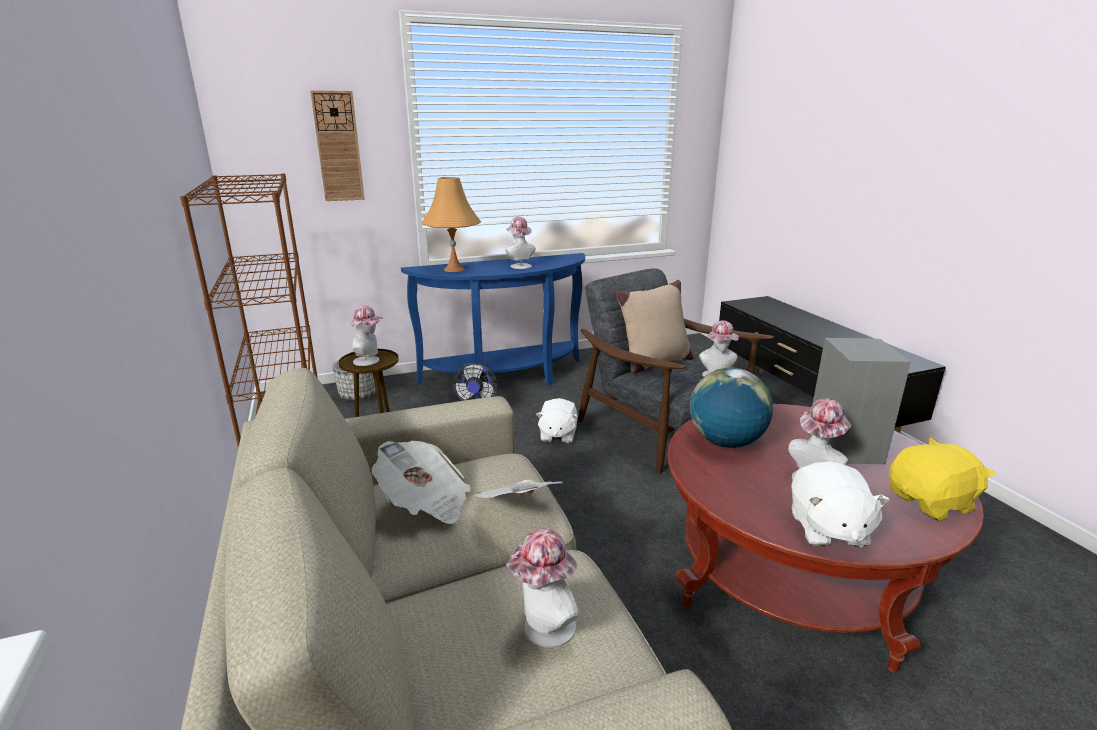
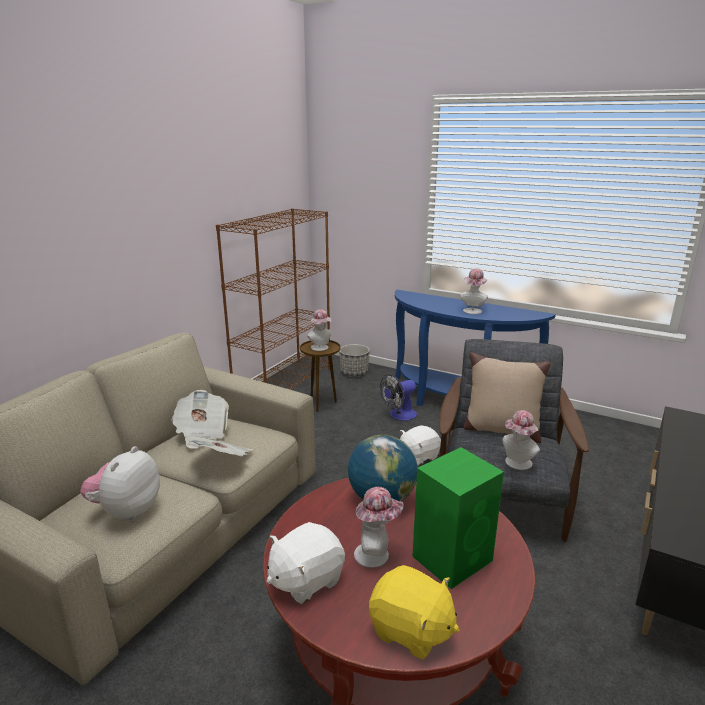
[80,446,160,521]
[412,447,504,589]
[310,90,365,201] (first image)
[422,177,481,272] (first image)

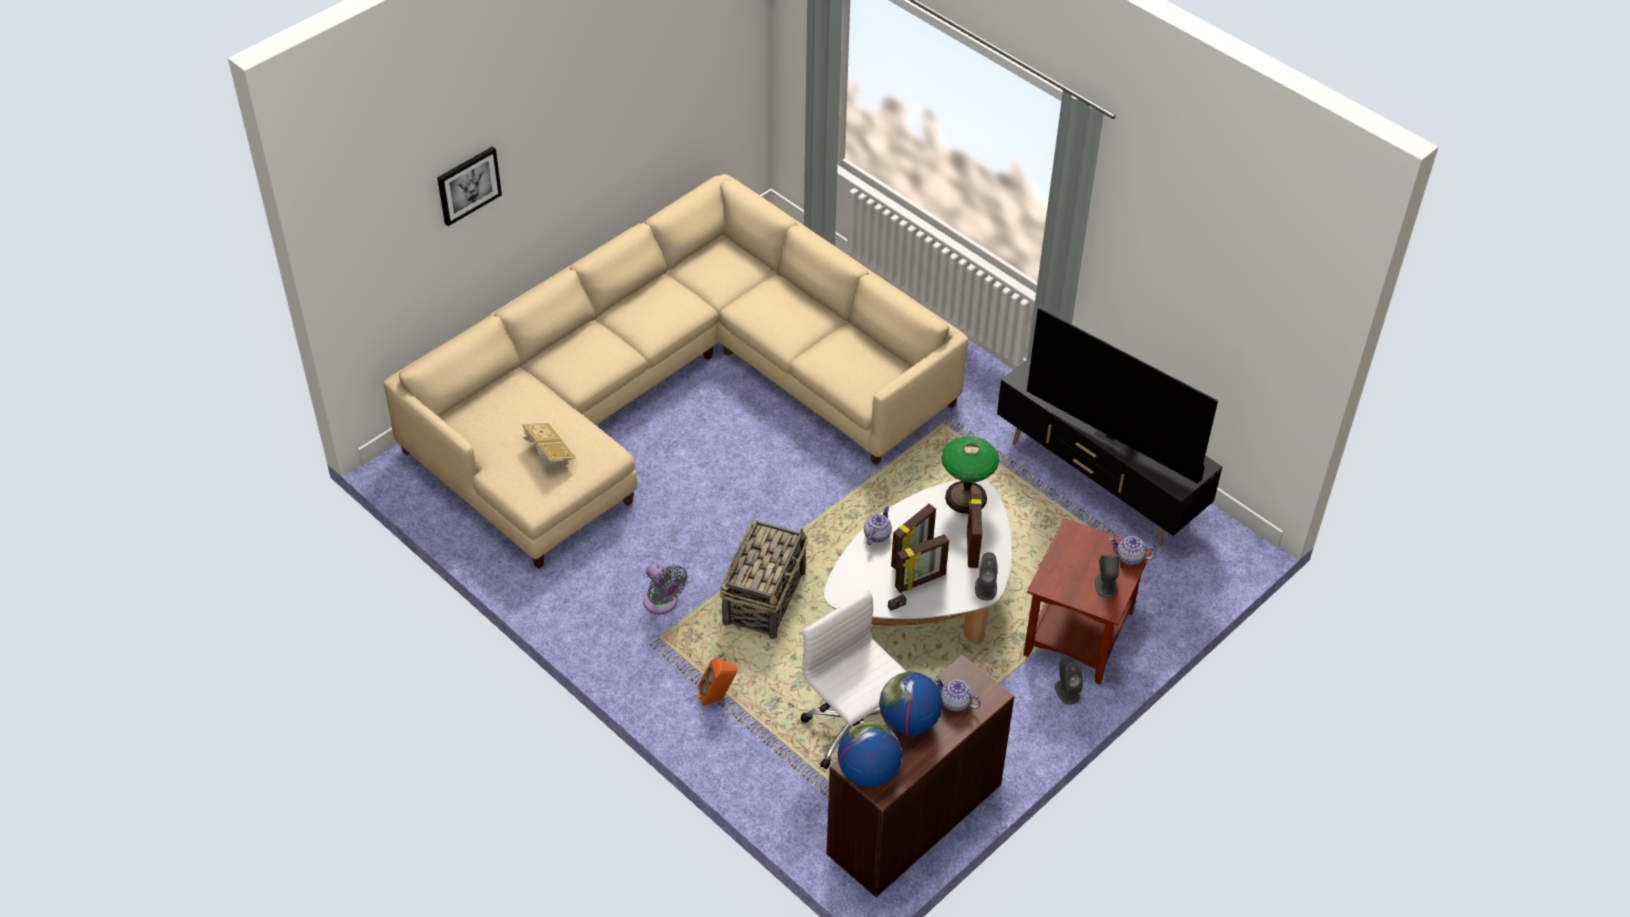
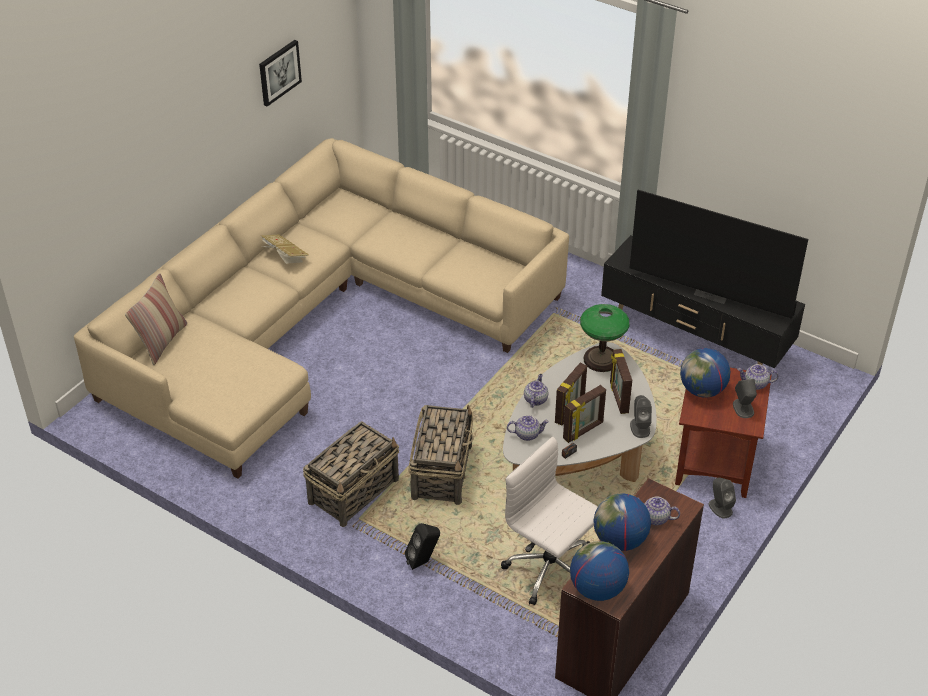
[125,273,187,365]
[259,40,302,107]
[261,235,309,264]
[303,421,399,527]
[405,523,440,570]
[507,415,549,441]
[680,348,730,398]

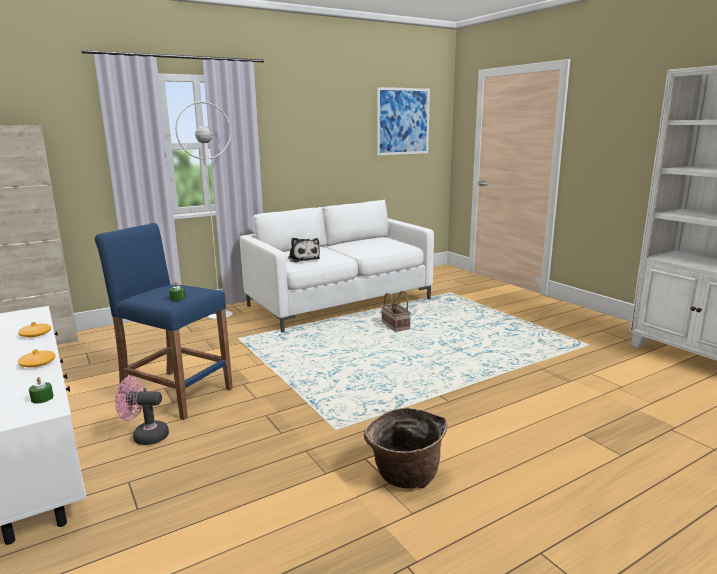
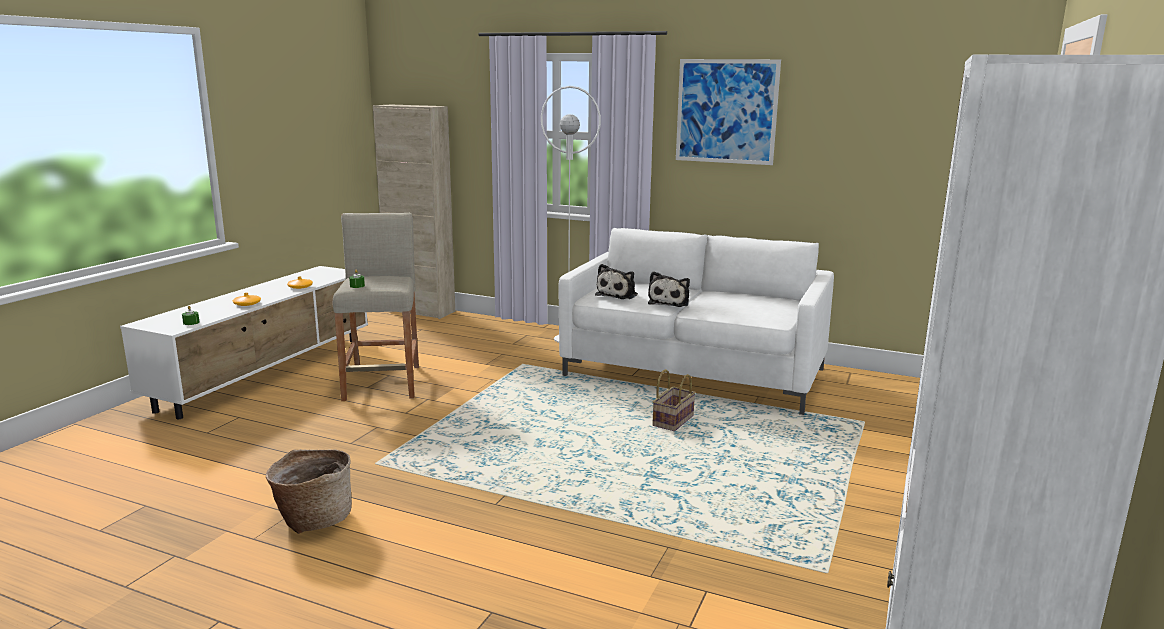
[333,213,419,401]
[648,271,690,307]
[676,59,781,165]
[115,376,169,445] (first image)

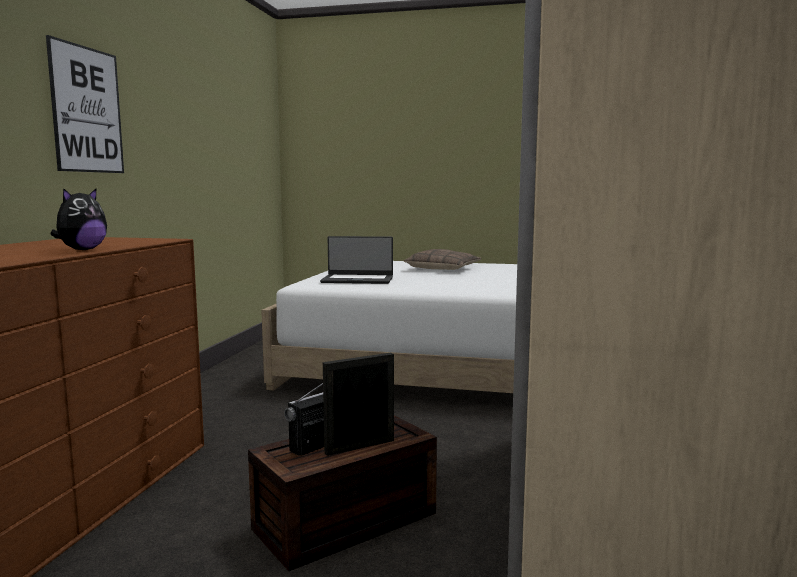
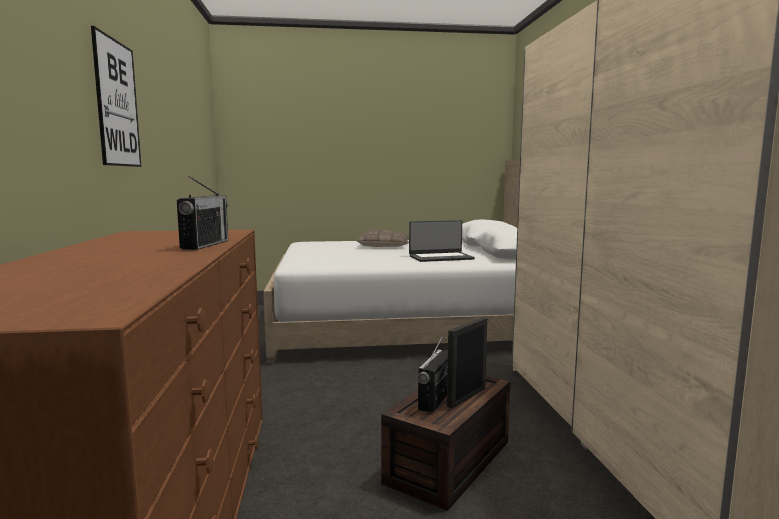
[177,176,228,250]
[409,220,475,262]

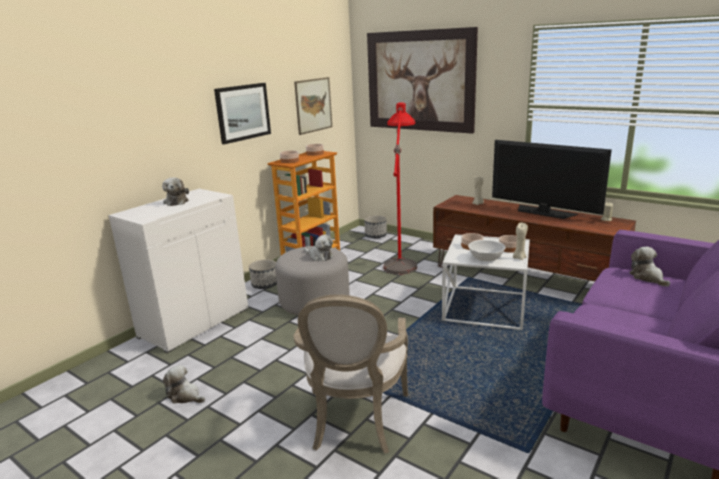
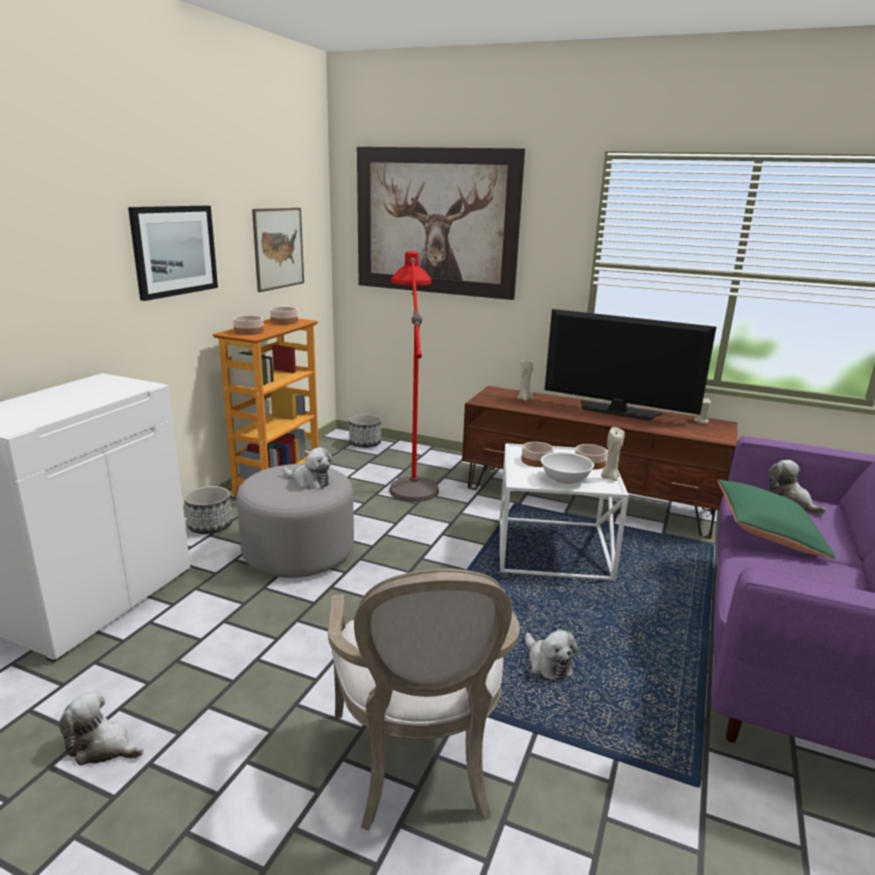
[525,630,578,681]
[718,480,836,559]

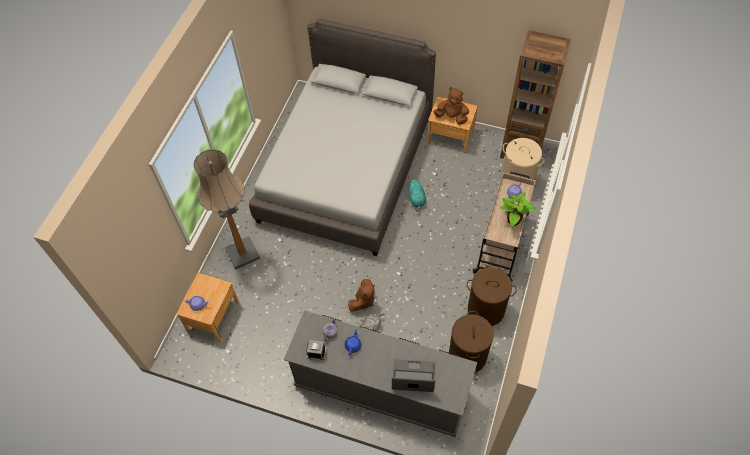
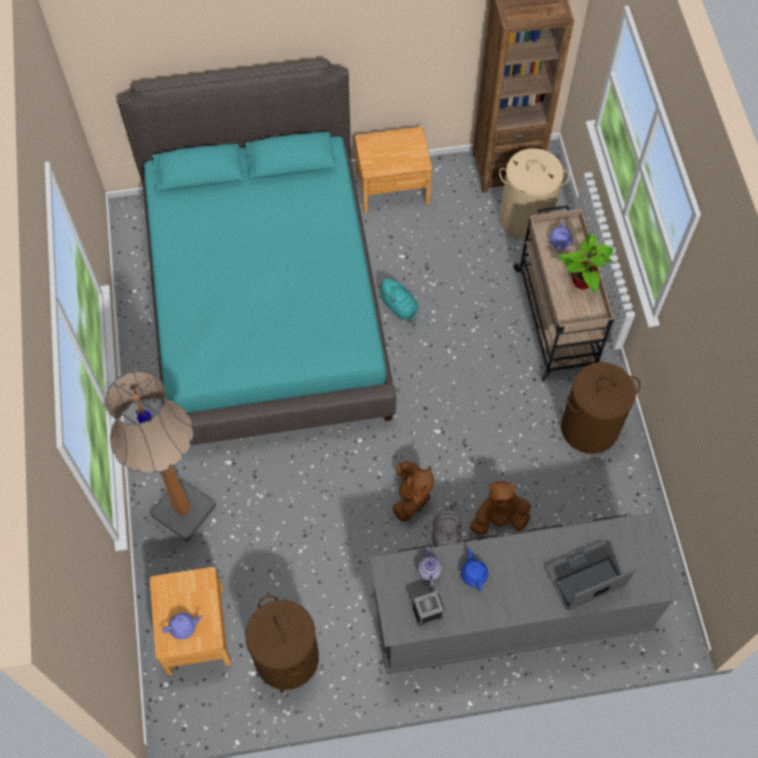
[117,58,396,445]
[245,595,319,690]
[470,481,531,535]

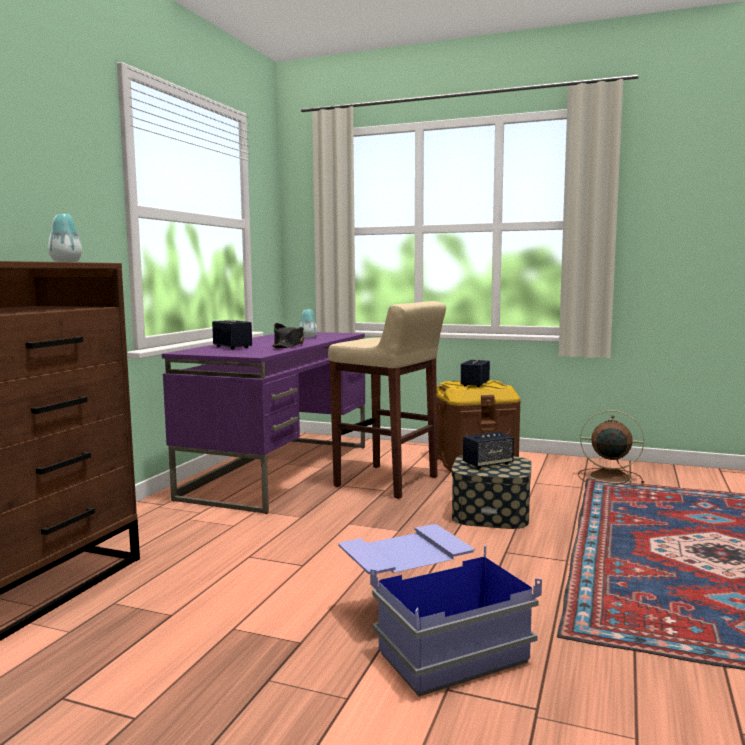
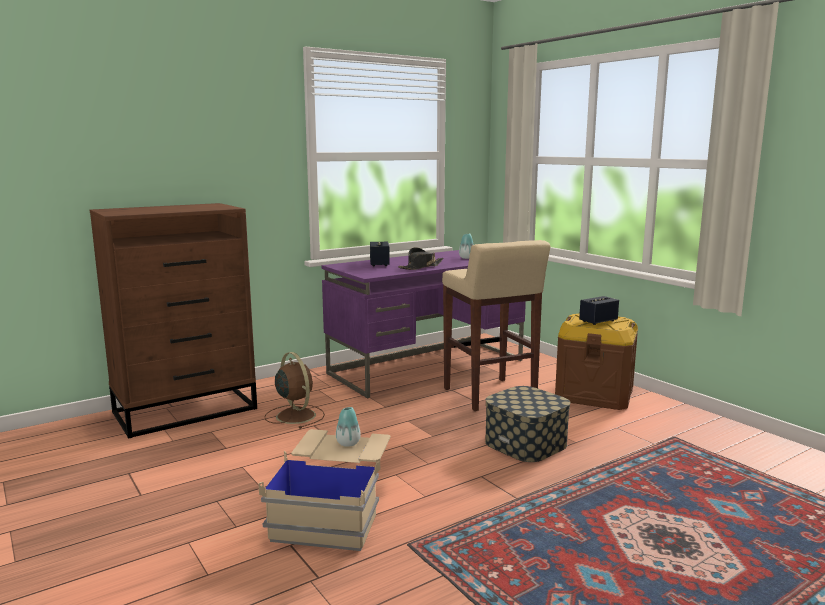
[258,429,391,551]
[265,352,325,429]
[336,407,361,447]
[463,432,514,469] (first image)

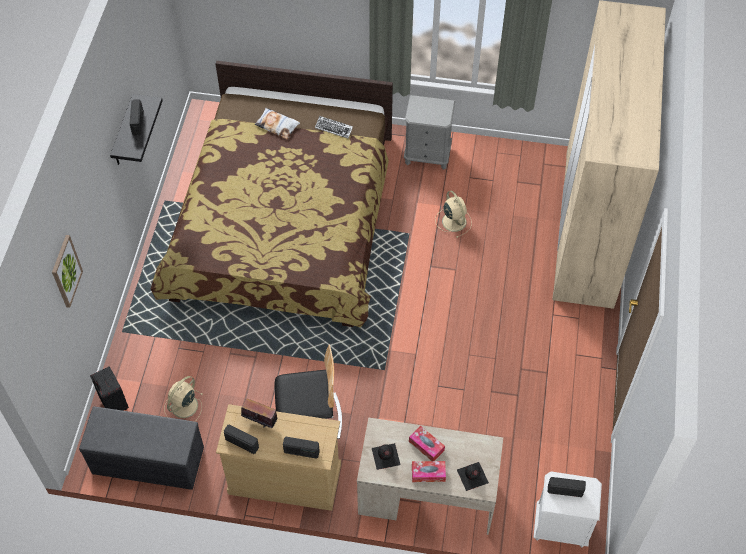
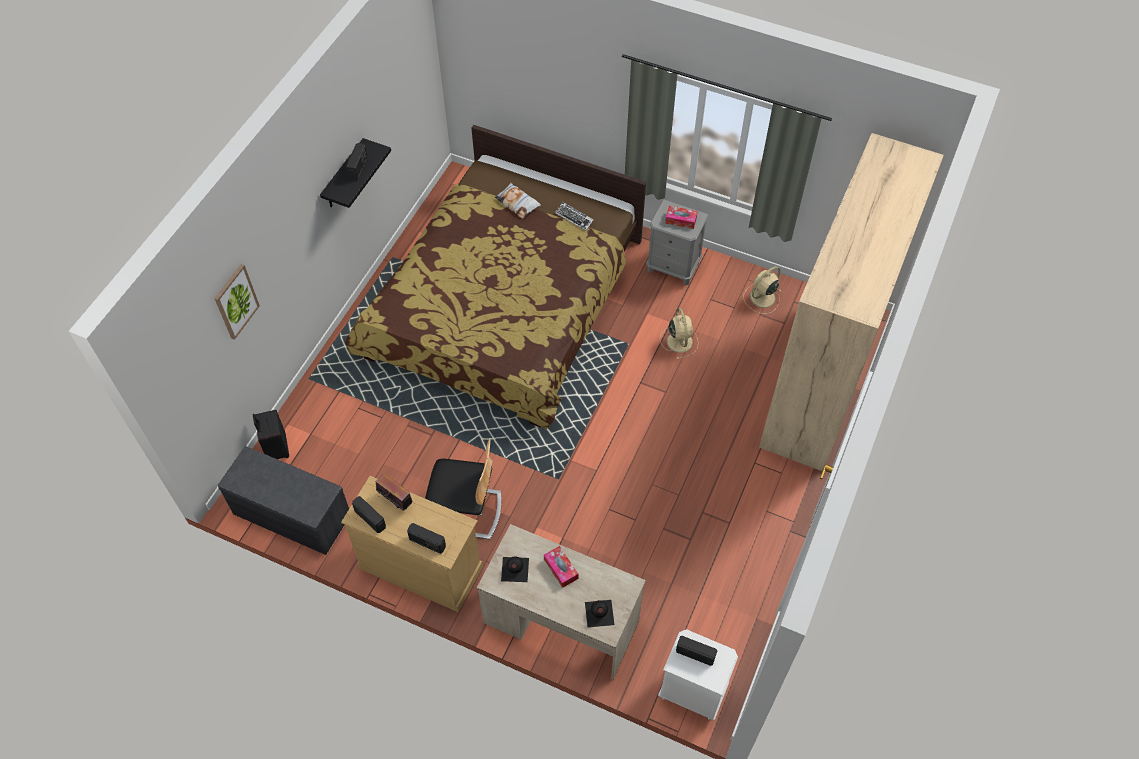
[665,206,698,229]
[743,266,781,314]

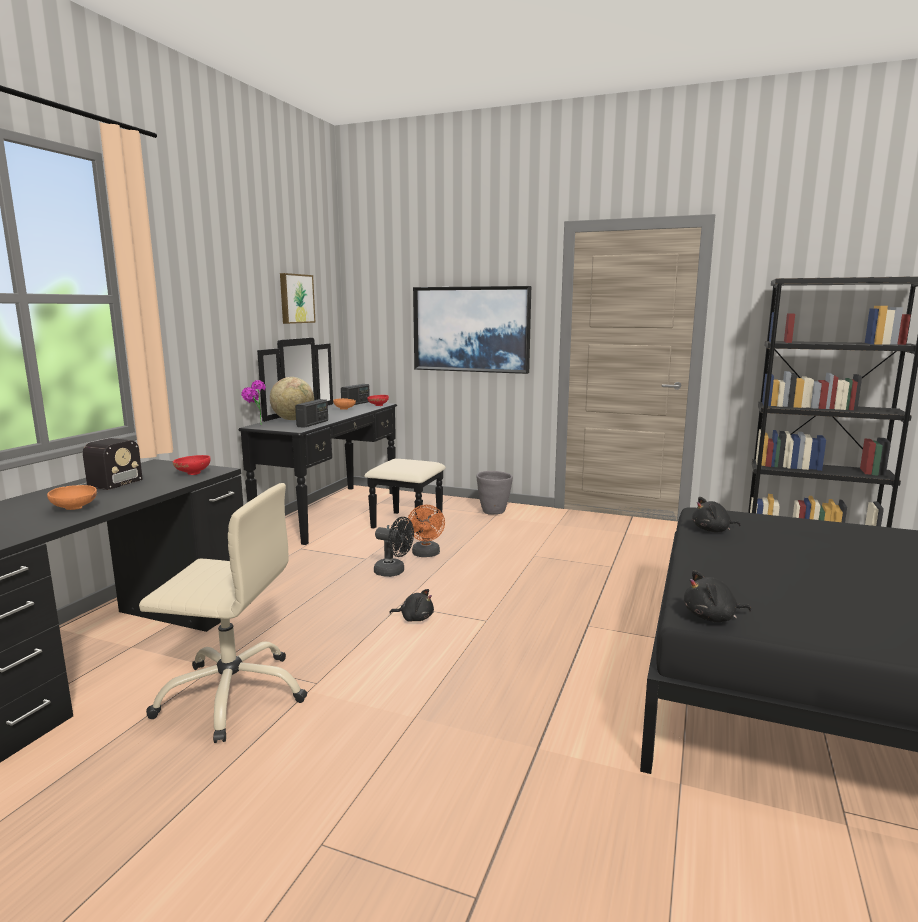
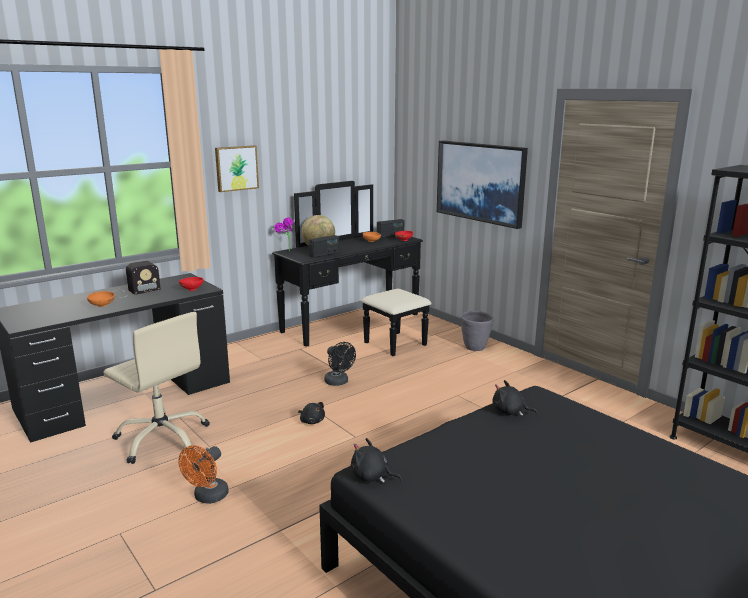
[178,445,229,504]
[215,145,259,192]

